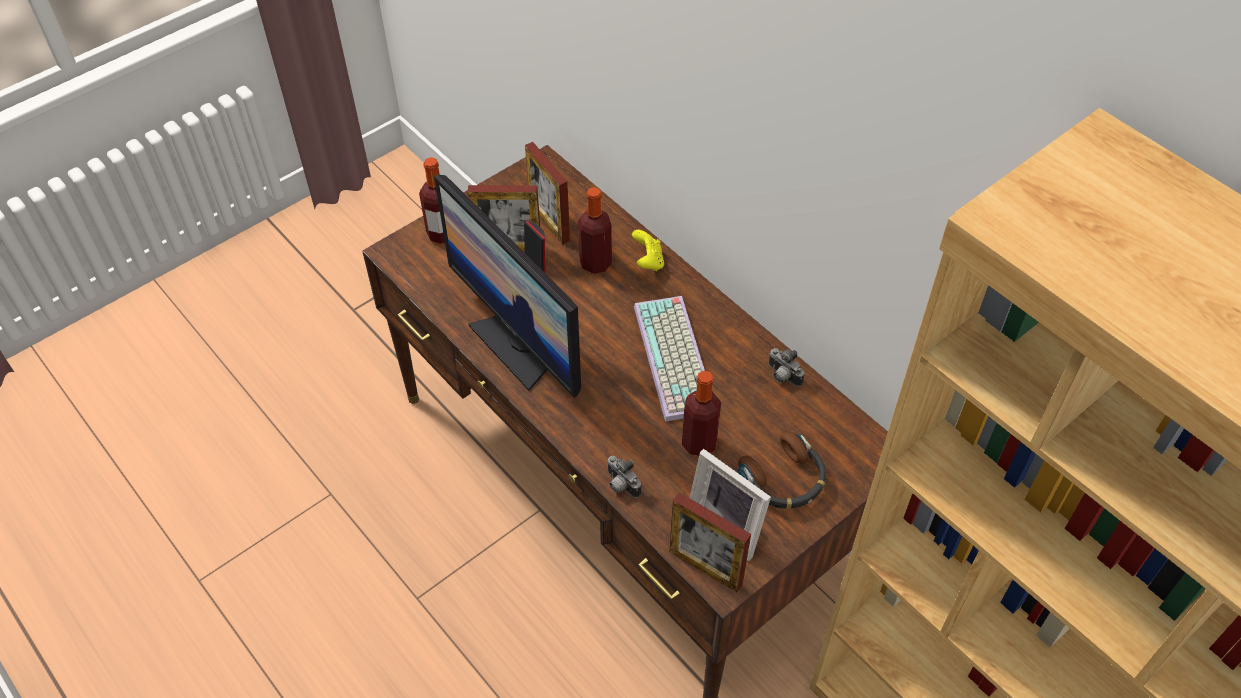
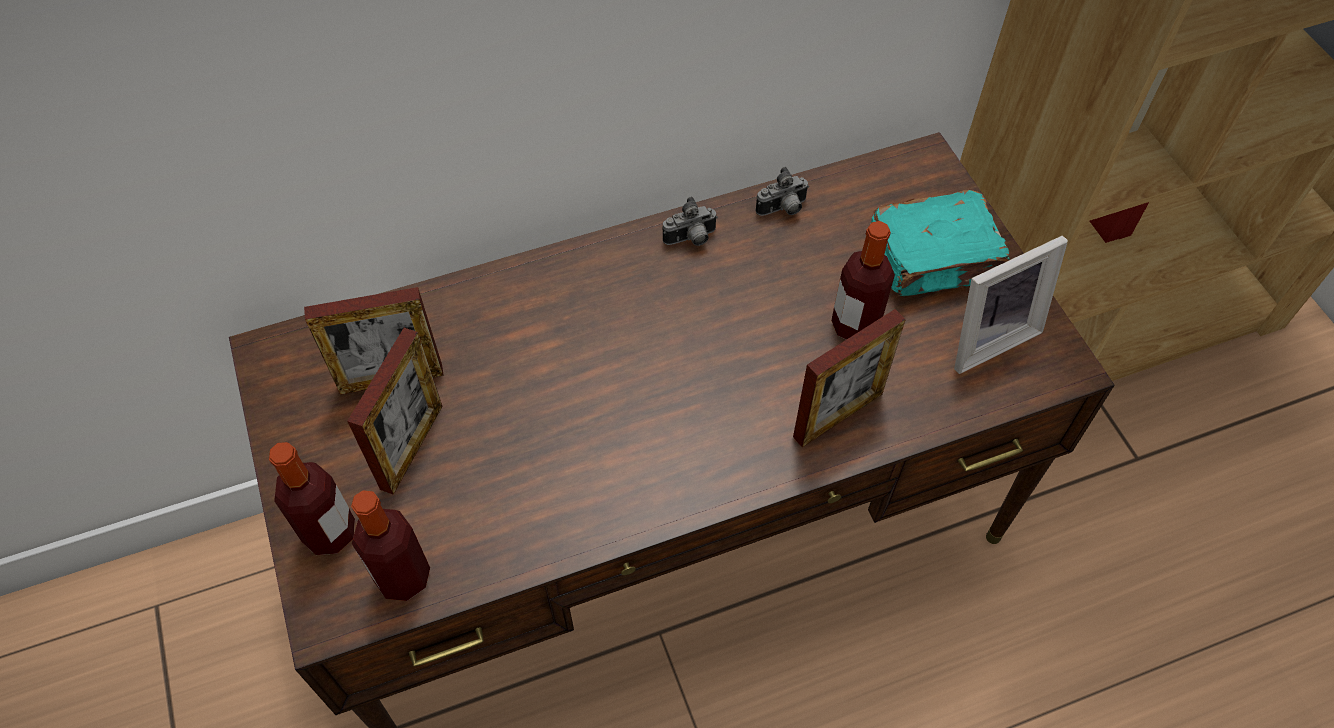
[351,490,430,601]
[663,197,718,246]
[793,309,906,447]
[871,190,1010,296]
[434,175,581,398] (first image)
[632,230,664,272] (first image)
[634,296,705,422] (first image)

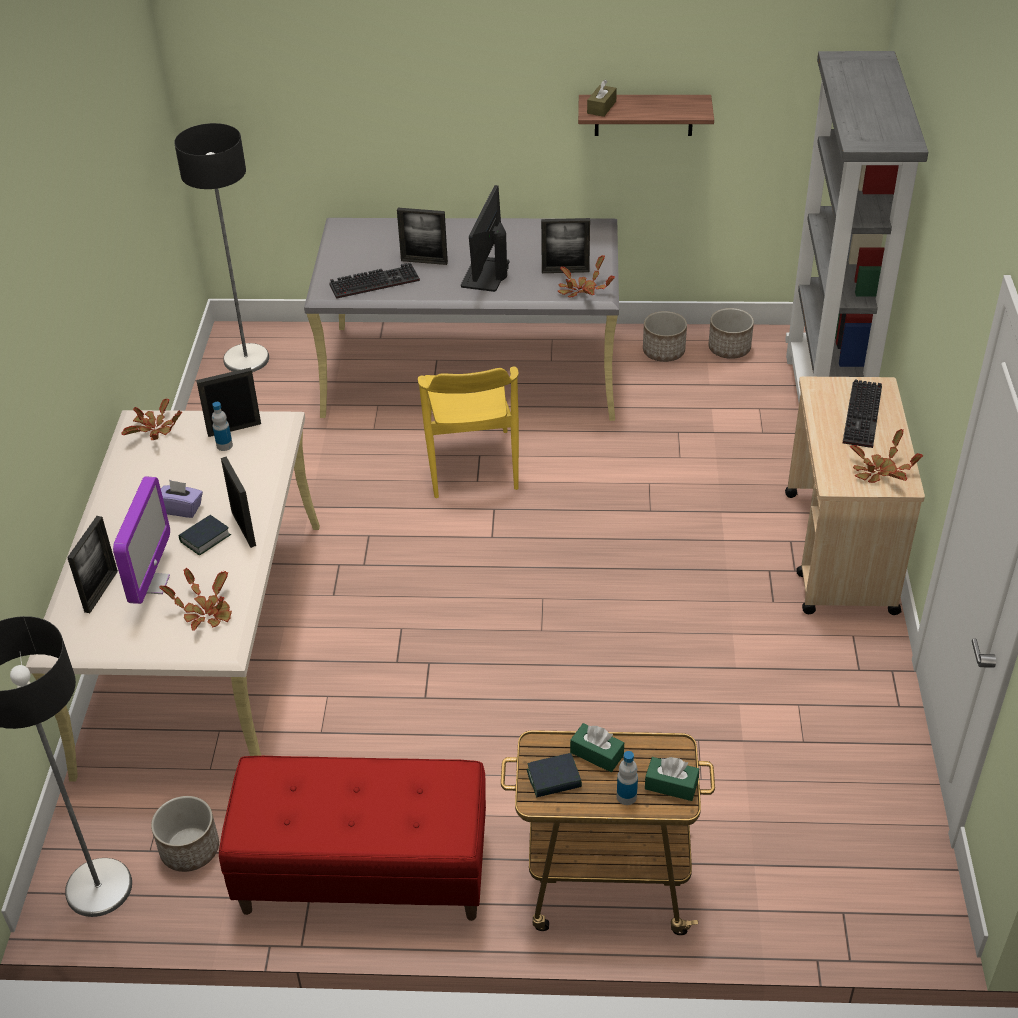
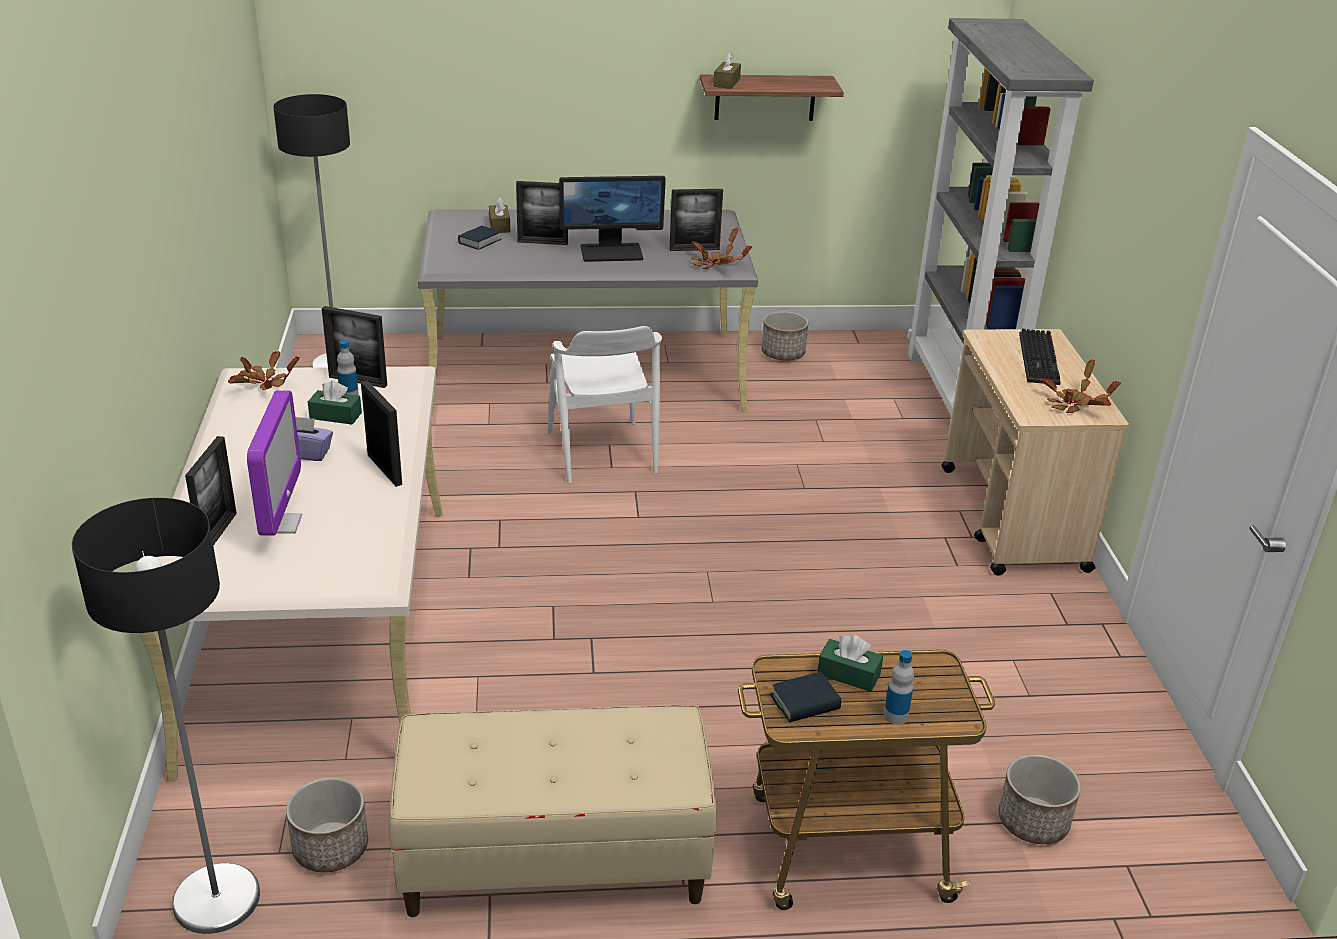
[308,381,362,425]
[322,306,387,388]
[389,705,717,917]
[458,226,502,250]
[489,197,510,233]
[548,326,662,484]
[559,176,666,262]
[999,754,1081,844]
[159,568,232,631] (first image)
[329,262,420,299] (first image)

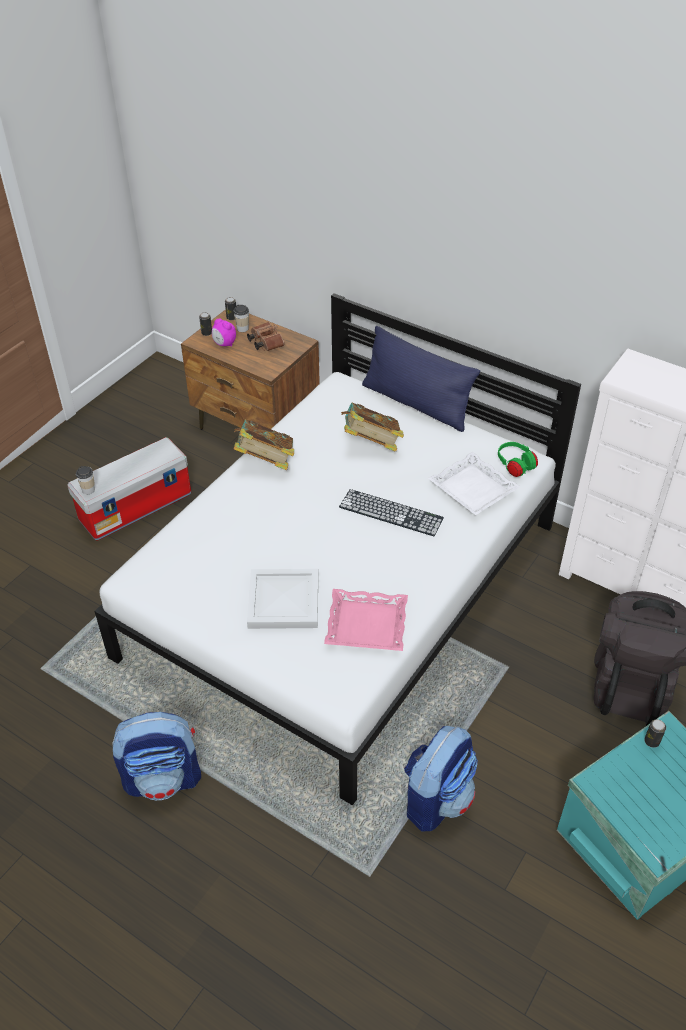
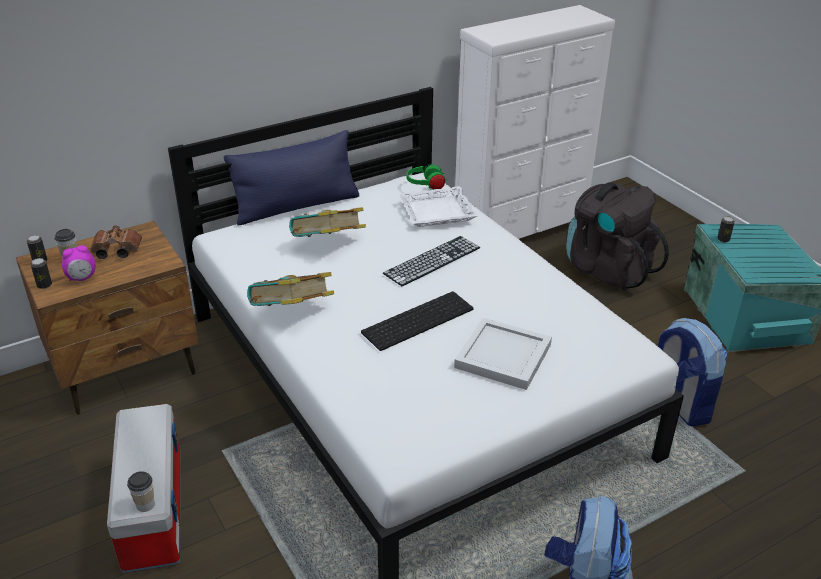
[361,291,474,351]
[324,589,408,651] (first image)

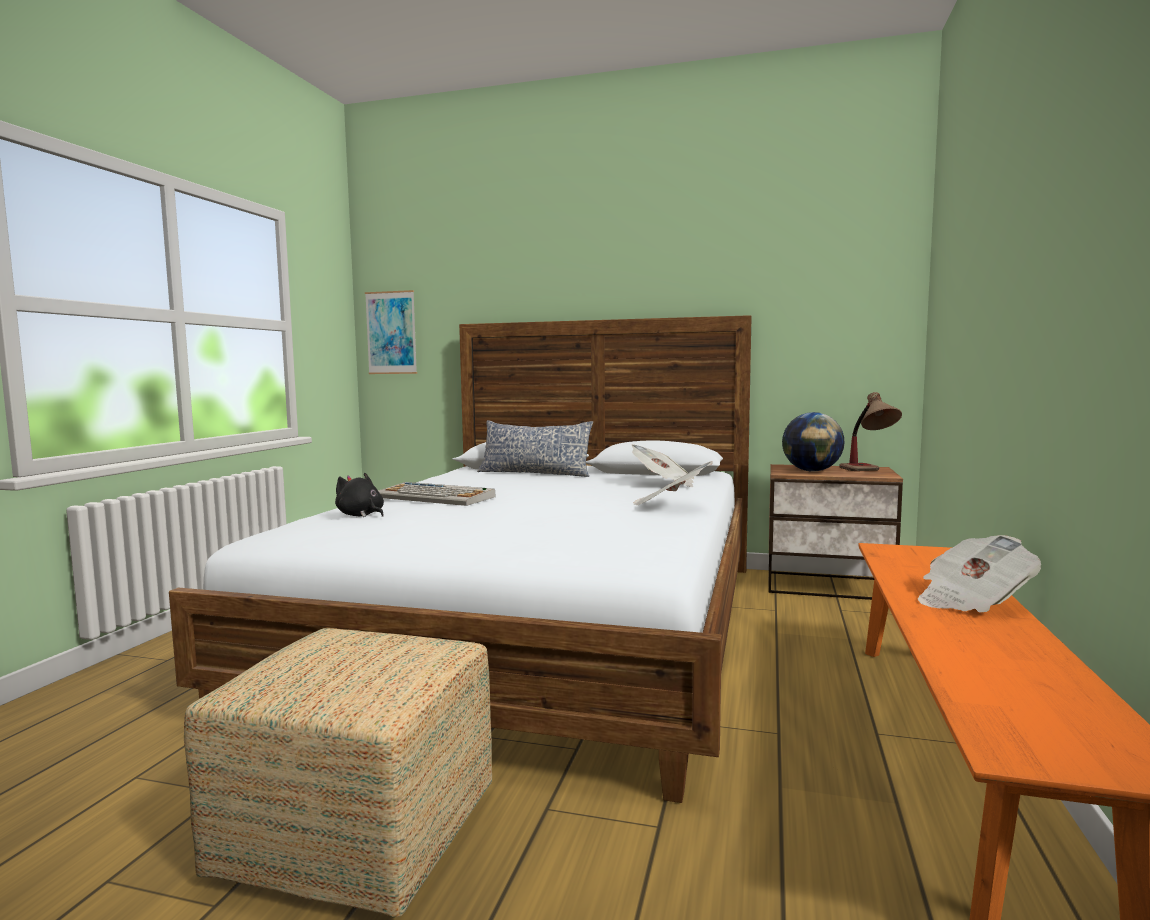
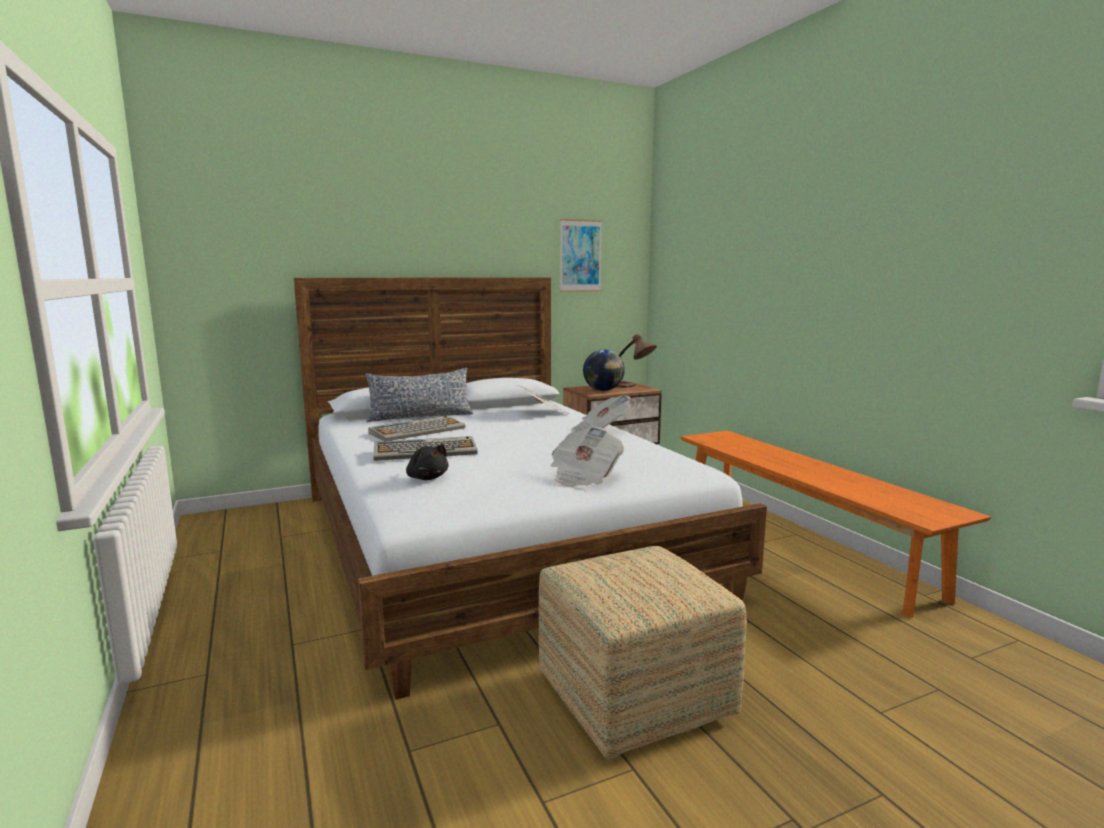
[369,416,465,441]
[406,444,449,480]
[551,427,624,487]
[560,219,602,292]

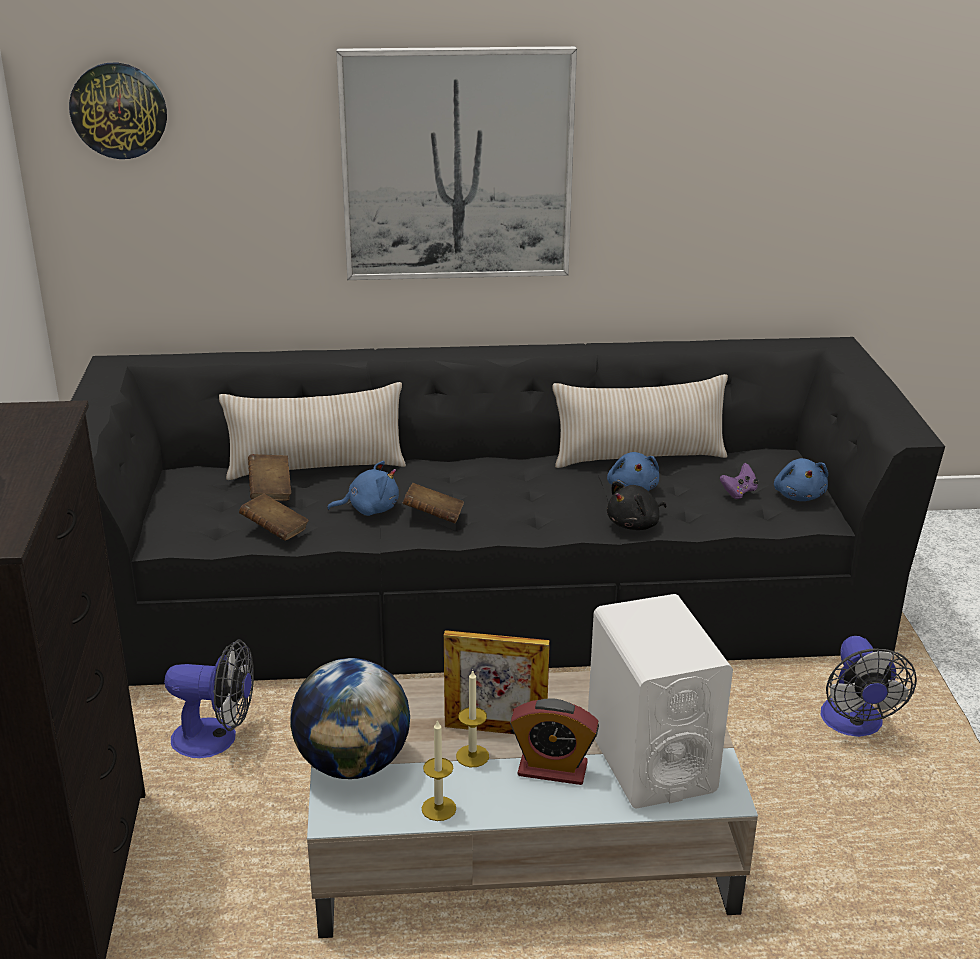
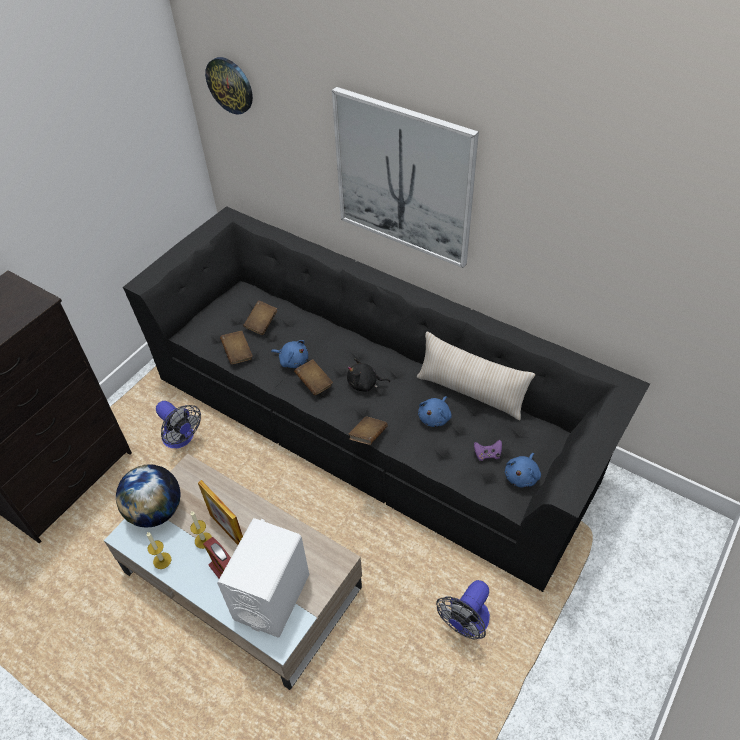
[347,358,390,392]
[349,416,388,445]
[219,382,406,480] (first image)

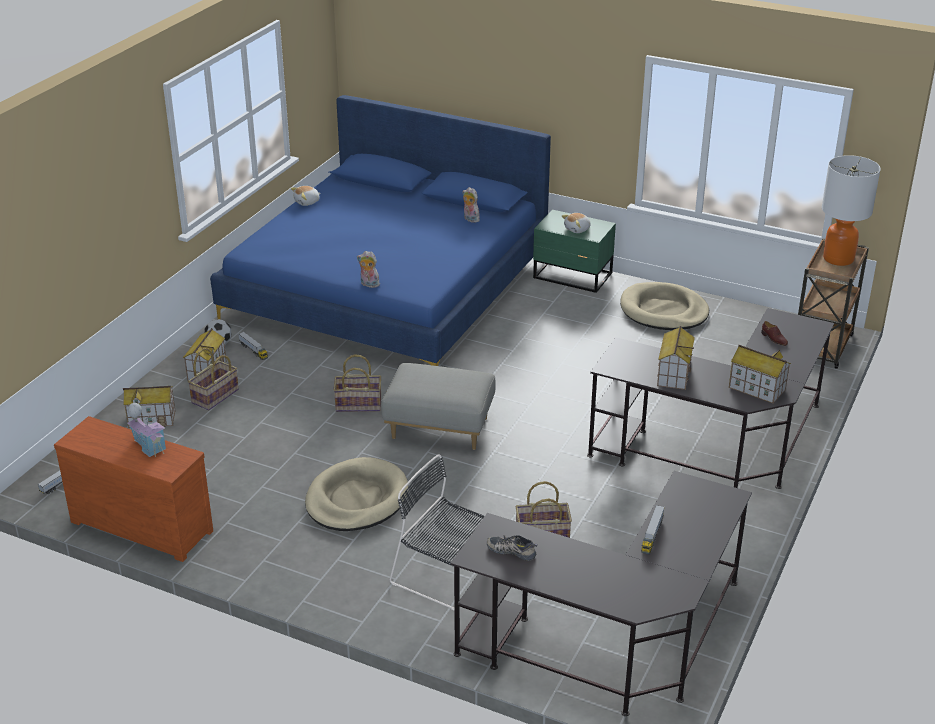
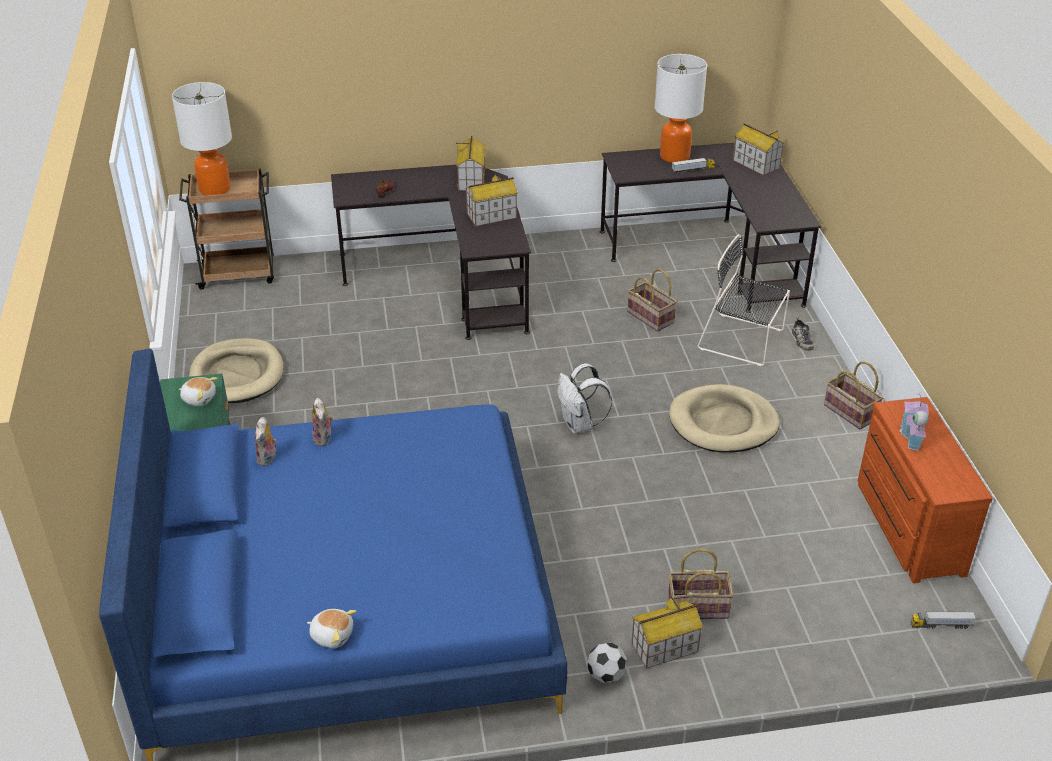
[312,398,333,446]
[558,363,612,434]
[654,54,707,163]
[698,234,790,366]
[733,123,785,176]
[792,317,814,351]
[824,361,883,430]
[238,332,268,360] (first image)

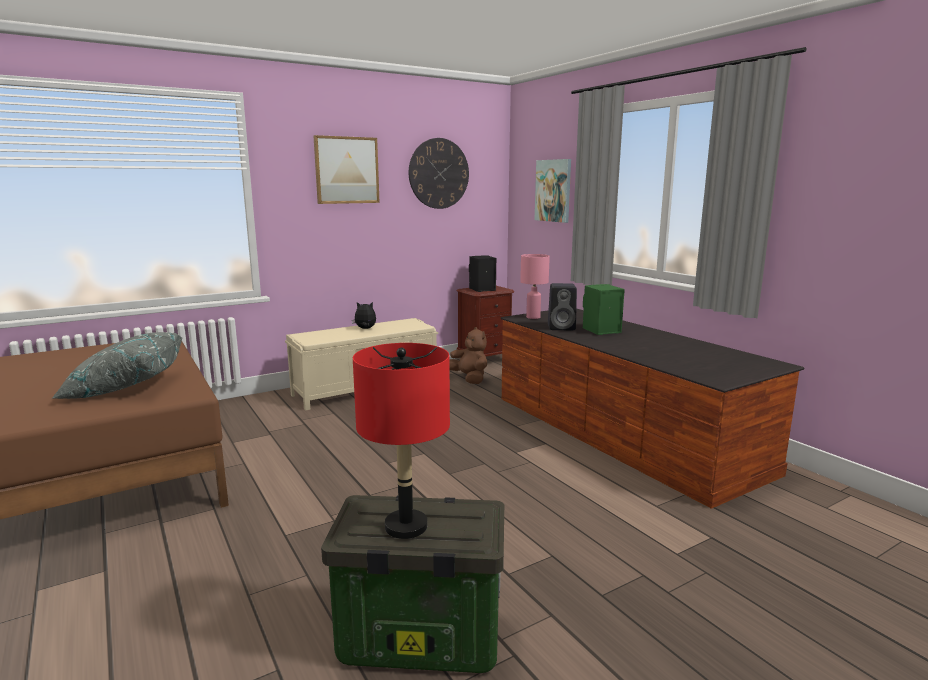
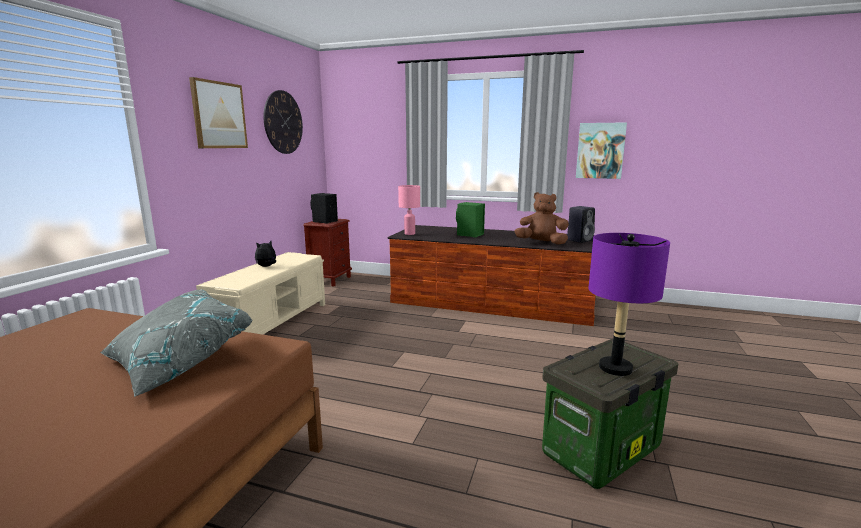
[514,192,569,245]
[567,206,595,243]
[576,122,627,179]
[588,233,670,376]

